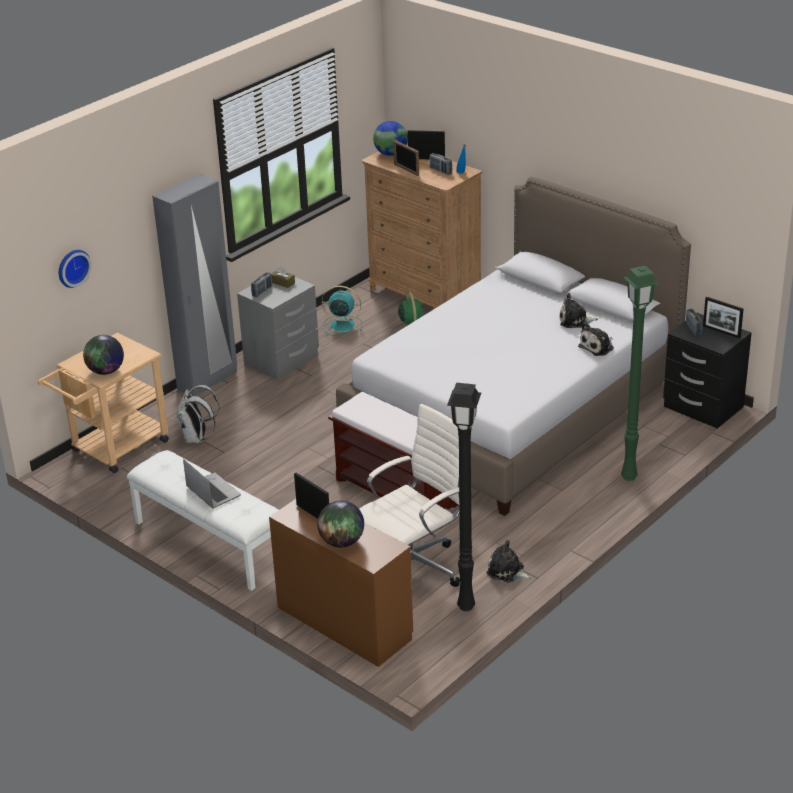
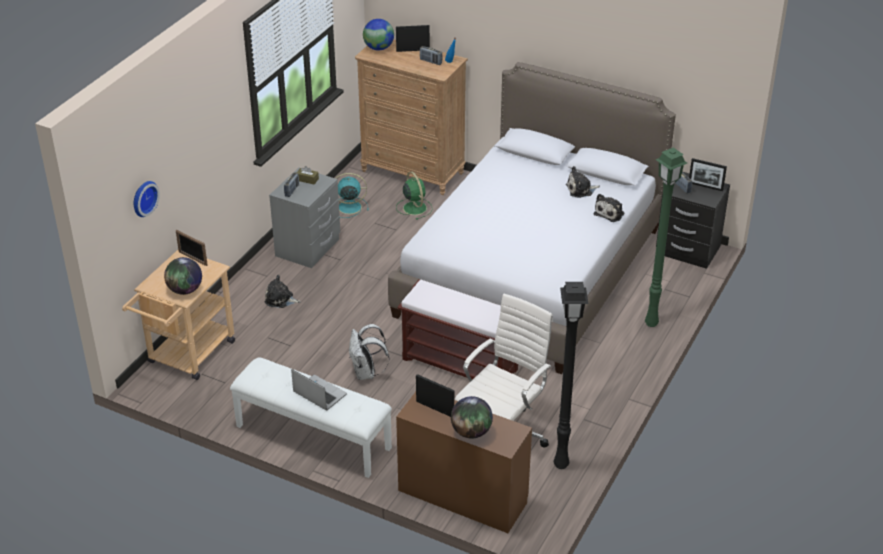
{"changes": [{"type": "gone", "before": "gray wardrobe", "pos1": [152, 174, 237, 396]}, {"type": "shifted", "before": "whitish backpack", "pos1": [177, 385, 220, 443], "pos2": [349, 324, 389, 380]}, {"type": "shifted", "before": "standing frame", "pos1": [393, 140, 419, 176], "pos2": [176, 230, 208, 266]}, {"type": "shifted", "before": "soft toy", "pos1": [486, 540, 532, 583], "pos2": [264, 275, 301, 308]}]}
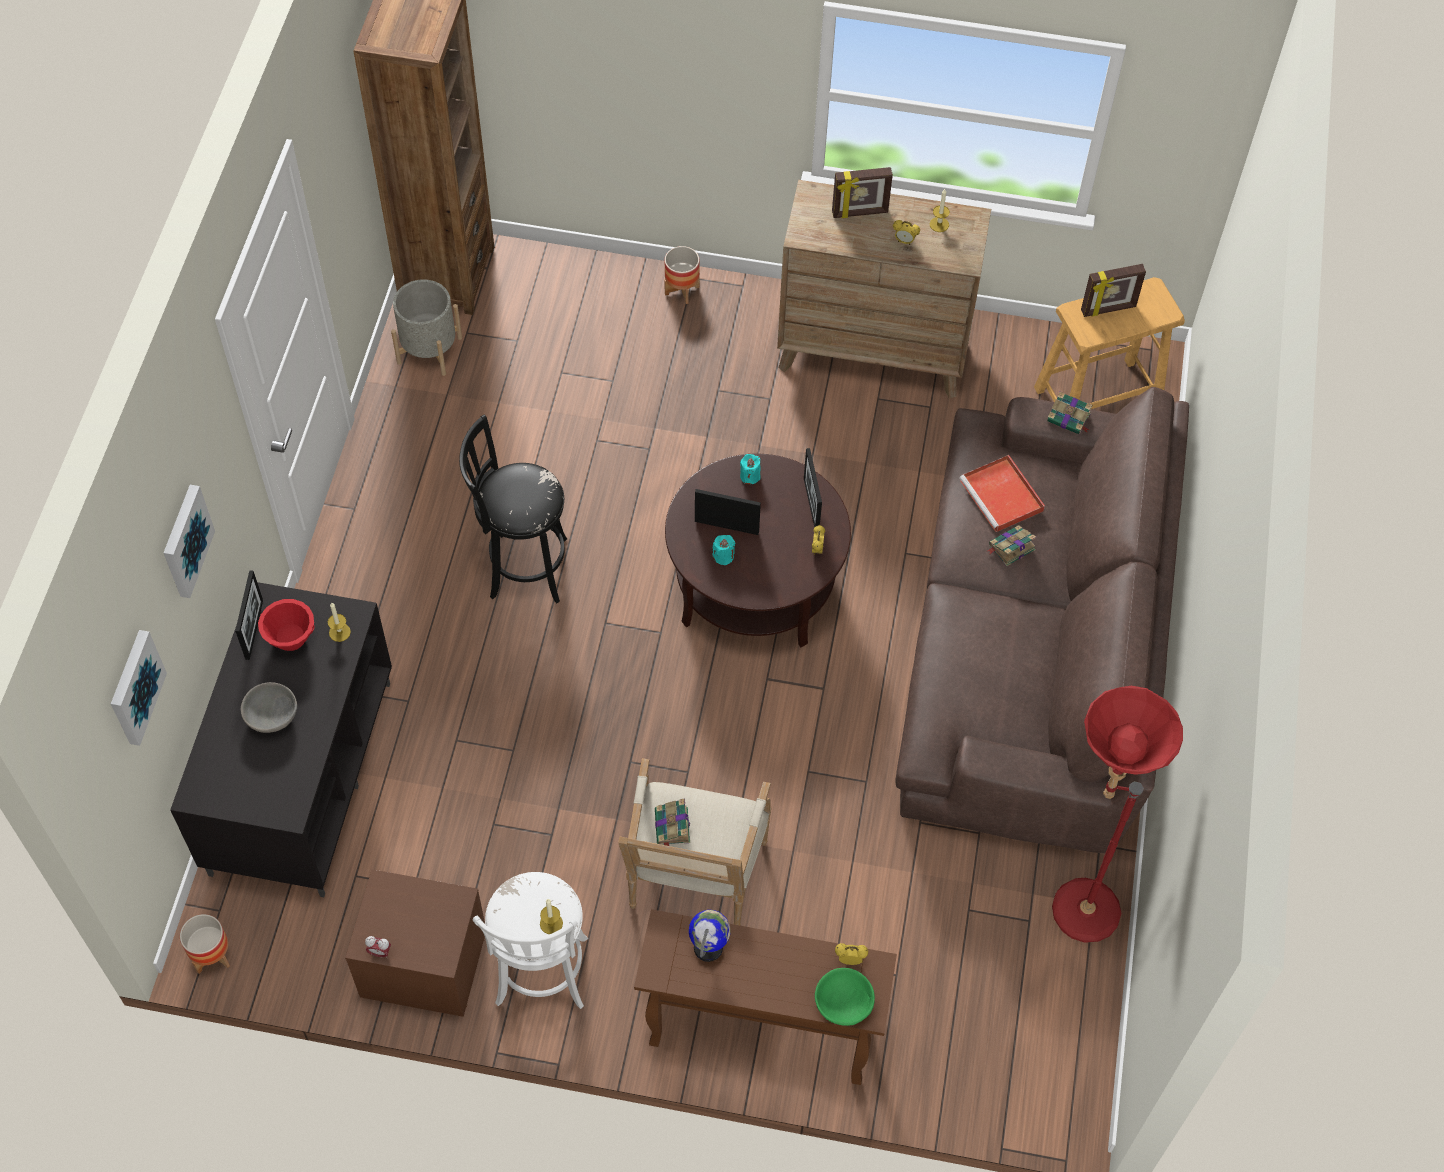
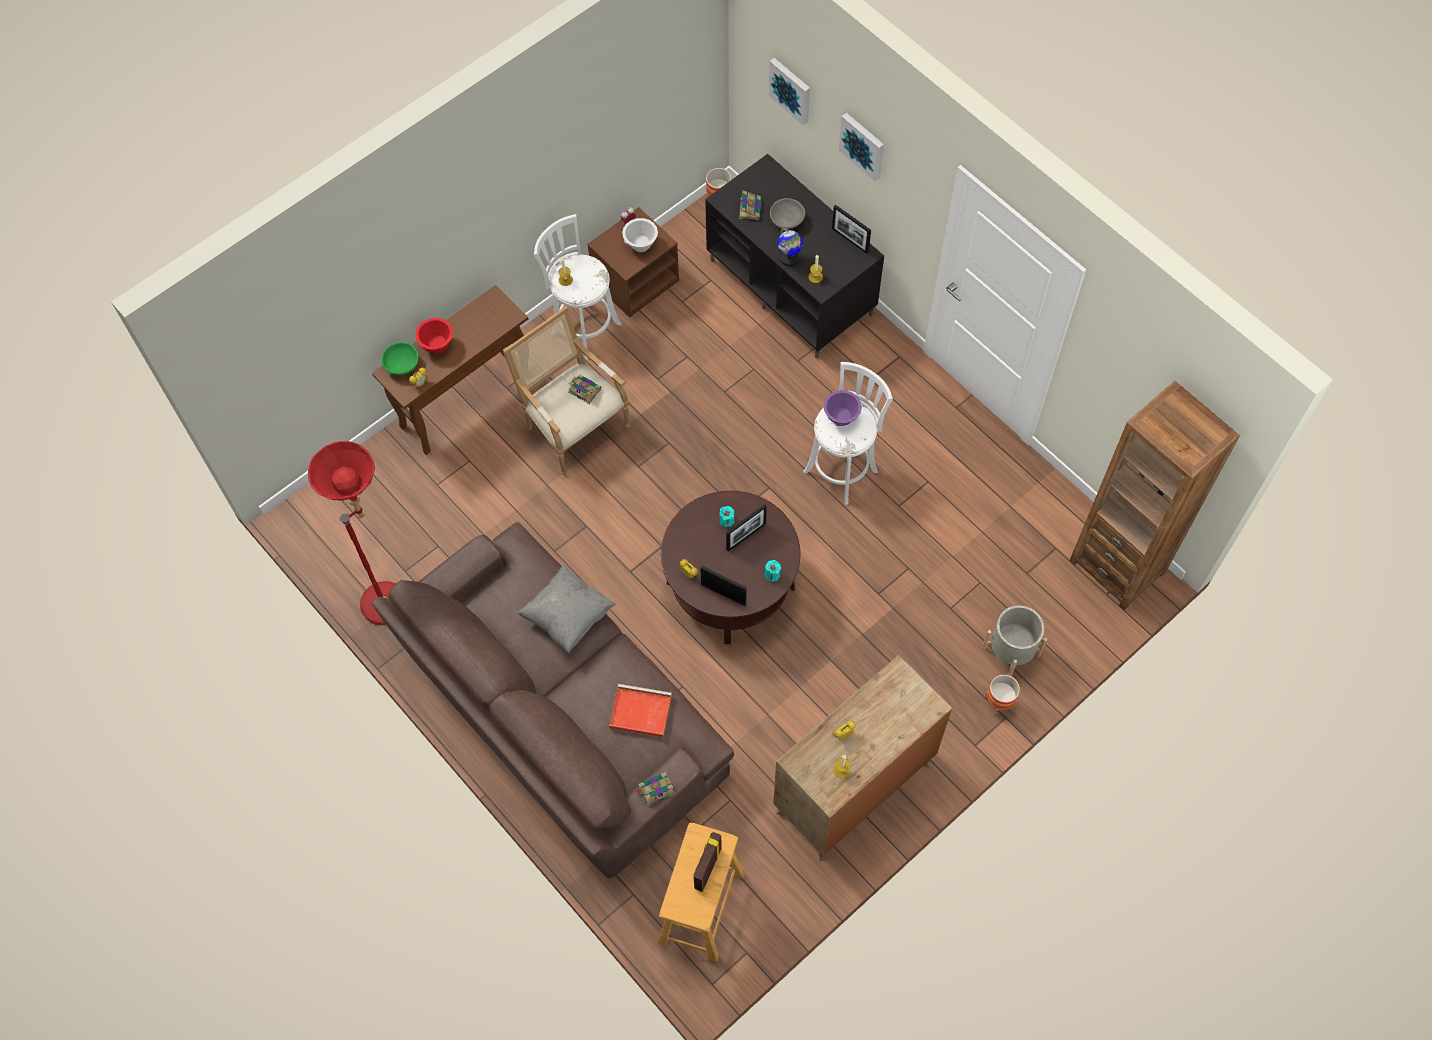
{"changes": [{"type": "shifted", "before": "reddish deep dish", "pos1": [258, 599, 315, 651], "pos2": [415, 318, 453, 353]}, {"type": "shifted", "before": "gray plant pot", "pos1": [391, 279, 462, 376], "pos2": [982, 605, 1047, 676]}, {"type": "repainted", "before": "black sitting stool", "after": "whitish sitting stool", "pos1": [459, 414, 567, 603], "pos2": [804, 362, 893, 505]}, {"type": "shifted", "before": "globe", "pos1": [689, 910, 730, 962], "pos2": [777, 228, 803, 266]}, {"type": "gone", "before": "standing frame", "pos1": [832, 167, 893, 218]}, {"type": "shifted", "before": "volume", "pos1": [988, 525, 1037, 566], "pos2": [739, 190, 762, 220]}, {"type": "new", "after": "gray pillow", "pos2": [518, 564, 616, 653]}, {"type": "new", "after": "whitish deep dish", "pos2": [622, 218, 658, 252]}, {"type": "new", "after": "purple-coloured deep dish", "pos2": [823, 390, 862, 426]}]}
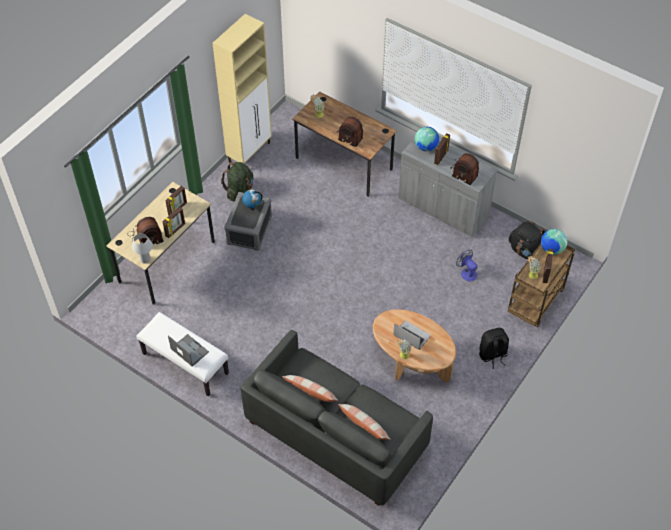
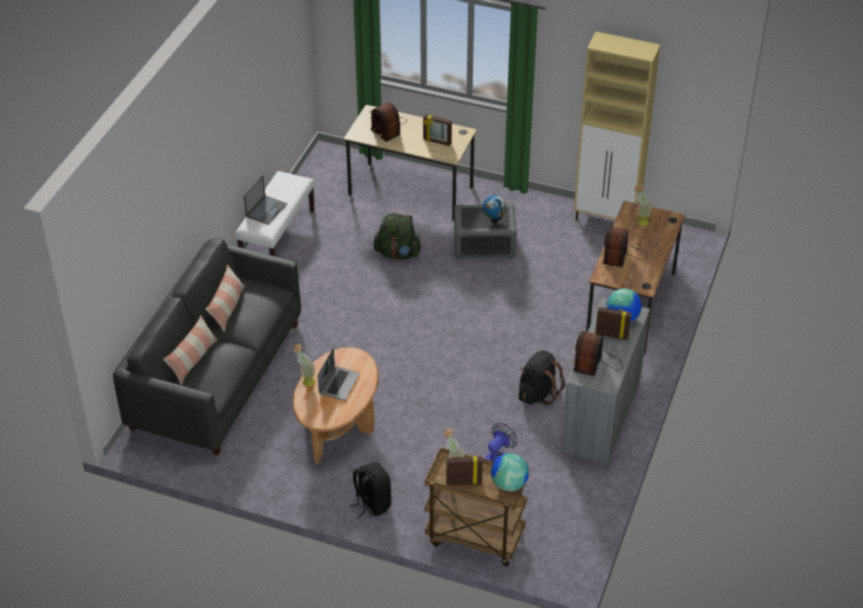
{"changes": [{"type": "gone", "before": "whitish table lamp", "pos1": [132, 233, 153, 264]}, {"type": "gone", "before": "standing frame", "pos1": [162, 207, 185, 238]}, {"type": "shifted", "before": "green backpack", "pos1": [221, 162, 253, 202], "pos2": [374, 213, 422, 260]}, {"type": "shifted", "before": "black backpack", "pos1": [509, 221, 545, 259], "pos2": [519, 350, 565, 405]}]}
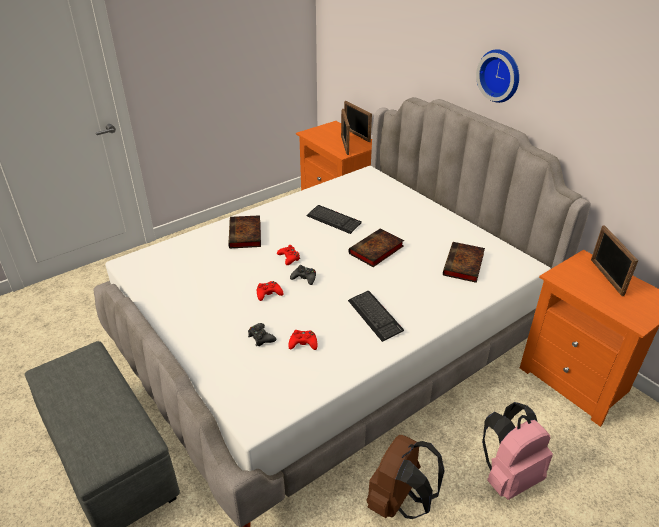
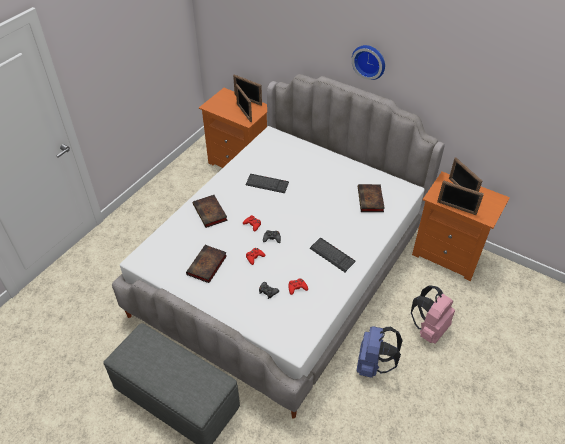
{"changes": [{"type": "shifted", "before": "volume", "pos1": [348, 228, 404, 267], "pos2": [186, 245, 227, 283]}, {"type": "repainted", "before": "brown-coloured backpack", "after": "blue-coloured backpack", "pos1": [366, 435, 445, 519], "pos2": [356, 326, 403, 378]}, {"type": "new", "after": "standing frame", "pos2": [437, 180, 484, 215]}]}
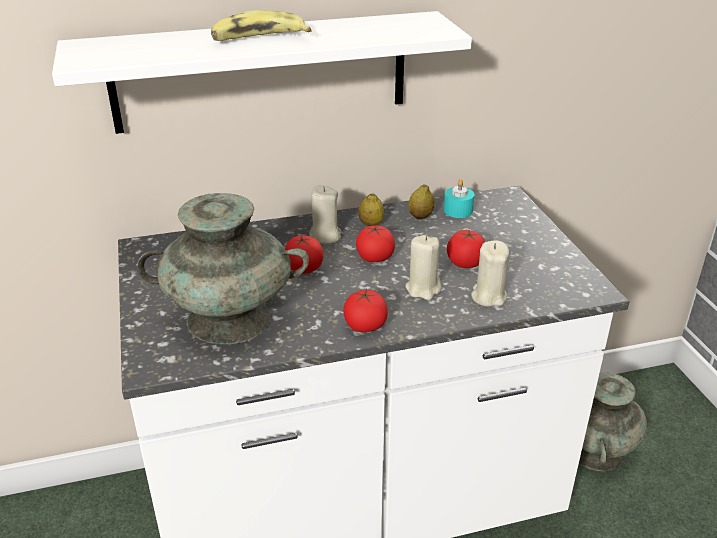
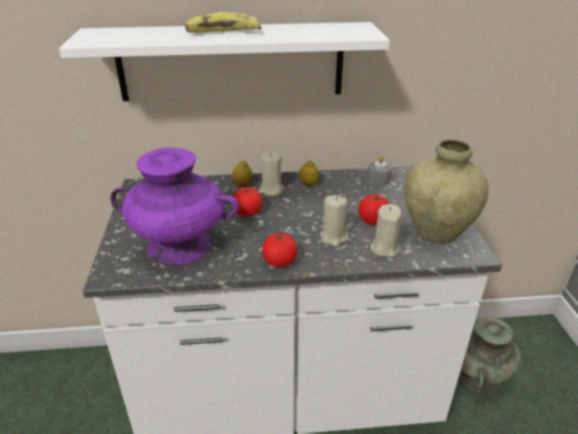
{"changes": [{"type": "repainted", "before": "turquoise-coloured decorative vase", "after": "purple-coloured decorative vase", "pos1": [137, 193, 309, 344], "pos2": [110, 148, 239, 265]}, {"type": "gone", "before": "tomato", "pos1": [356, 224, 395, 262]}, {"type": "shifted", "before": "whole lemon", "pos1": [408, 184, 435, 219], "pos2": [232, 161, 253, 188]}, {"type": "repainted", "before": "turquoise-coloured wax candle", "after": "gray wax candle", "pos1": [444, 179, 474, 218], "pos2": [367, 155, 392, 186]}, {"type": "new", "after": "beige decorative vase", "pos2": [404, 139, 489, 244]}]}
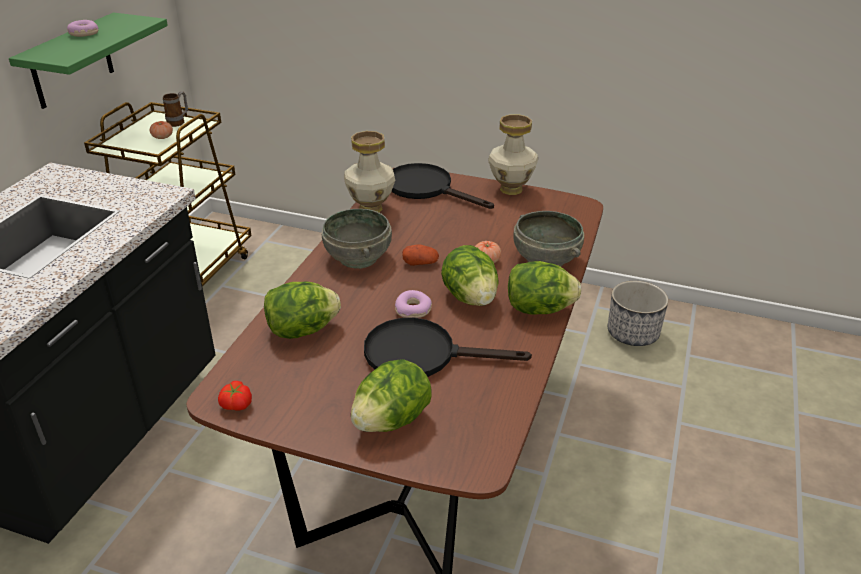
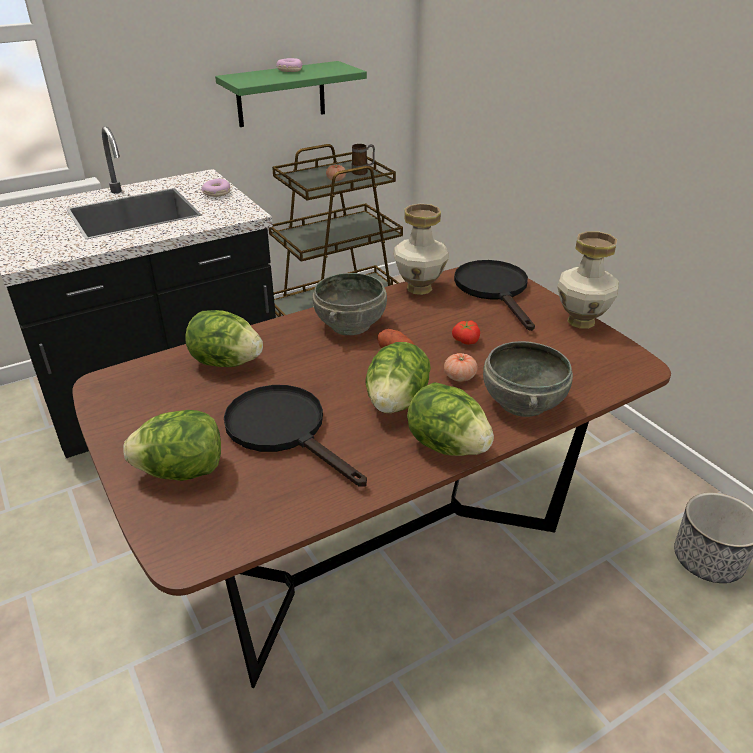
{"changes": [{"type": "shifted", "before": "tomato", "pos1": [218, 381, 252, 411], "pos2": [452, 320, 480, 345]}, {"type": "shifted", "before": "donut", "pos1": [395, 290, 432, 318], "pos2": [201, 179, 231, 197]}]}
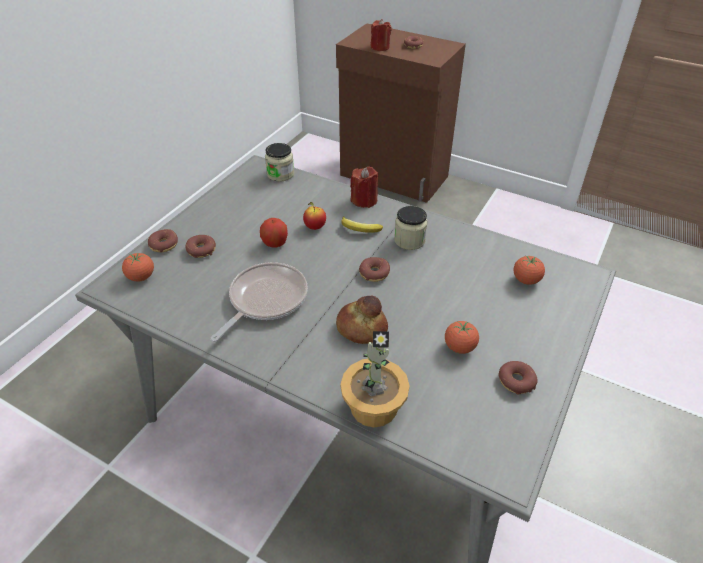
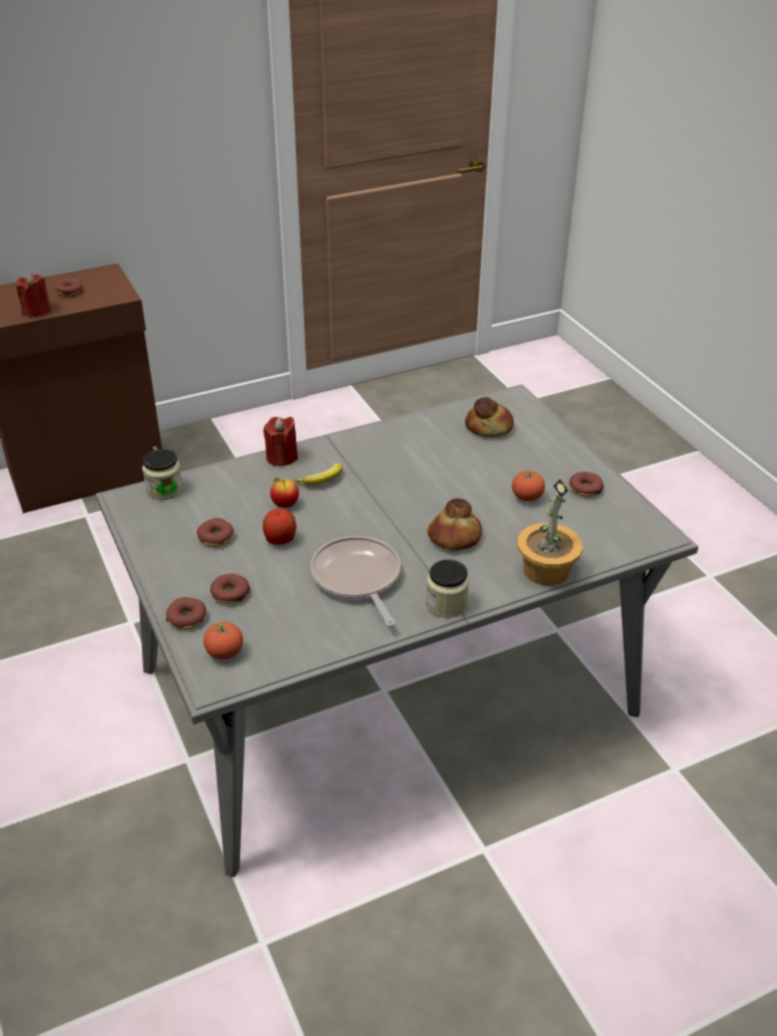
{"changes": [{"type": "shifted", "before": "donut", "pos1": [359, 257, 390, 282], "pos2": [197, 518, 234, 547]}, {"type": "shifted", "before": "jar", "pos1": [394, 206, 428, 250], "pos2": [426, 559, 469, 618]}, {"type": "swapped", "before": "tomato", "after": "bread", "pos1": [513, 256, 545, 285], "pos2": [465, 397, 514, 437]}]}
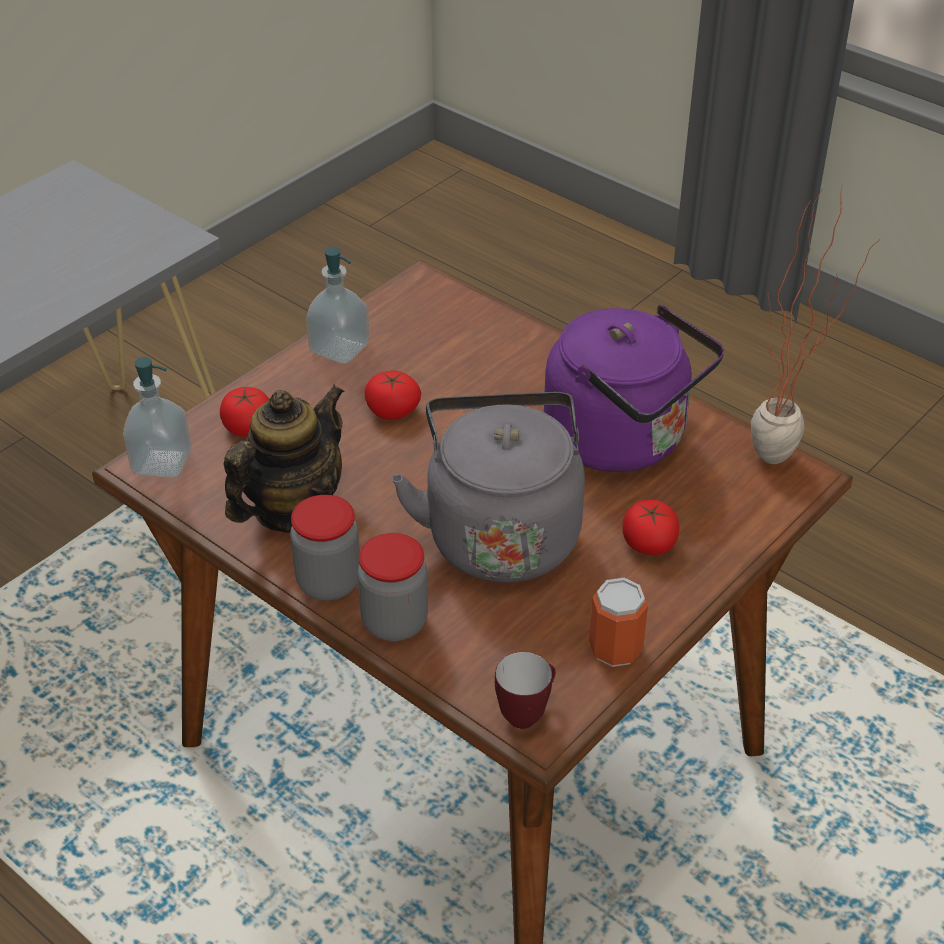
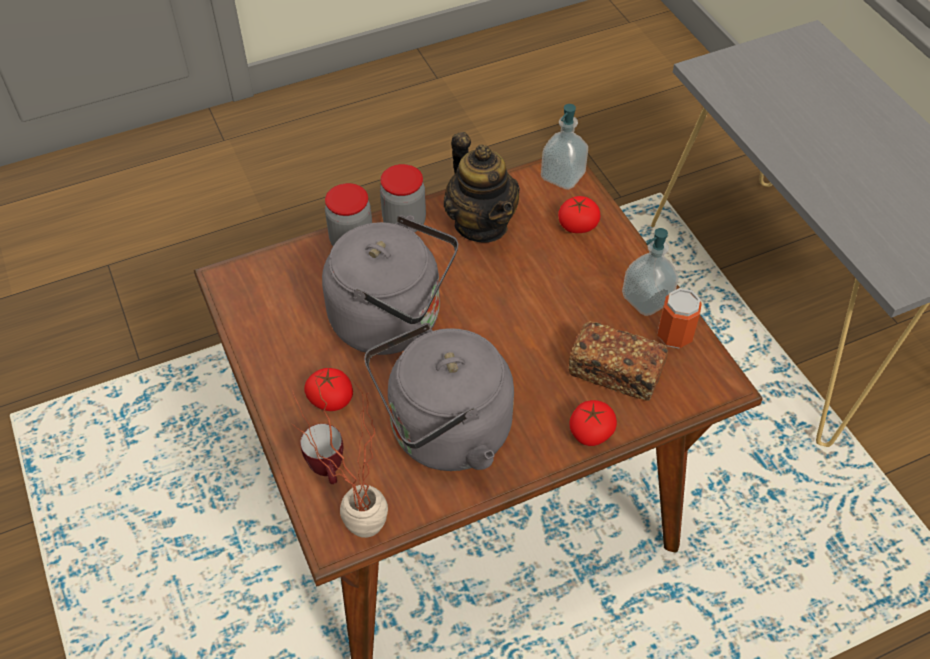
{"changes": [{"type": "shifted", "before": "tomato", "pos1": [365, 370, 421, 420], "pos2": [569, 400, 617, 446]}, {"type": "shifted", "before": "coffee mug", "pos1": [495, 652, 556, 729], "pos2": [300, 424, 343, 484]}, {"type": "repainted", "before": "purple-coloured kettle", "after": "gray kettle", "pos1": [544, 305, 724, 472], "pos2": [364, 323, 514, 471]}, {"type": "shifted", "before": "metal can", "pos1": [589, 578, 648, 667], "pos2": [657, 288, 702, 348]}, {"type": "new", "after": "bread", "pos2": [568, 321, 668, 401]}]}
